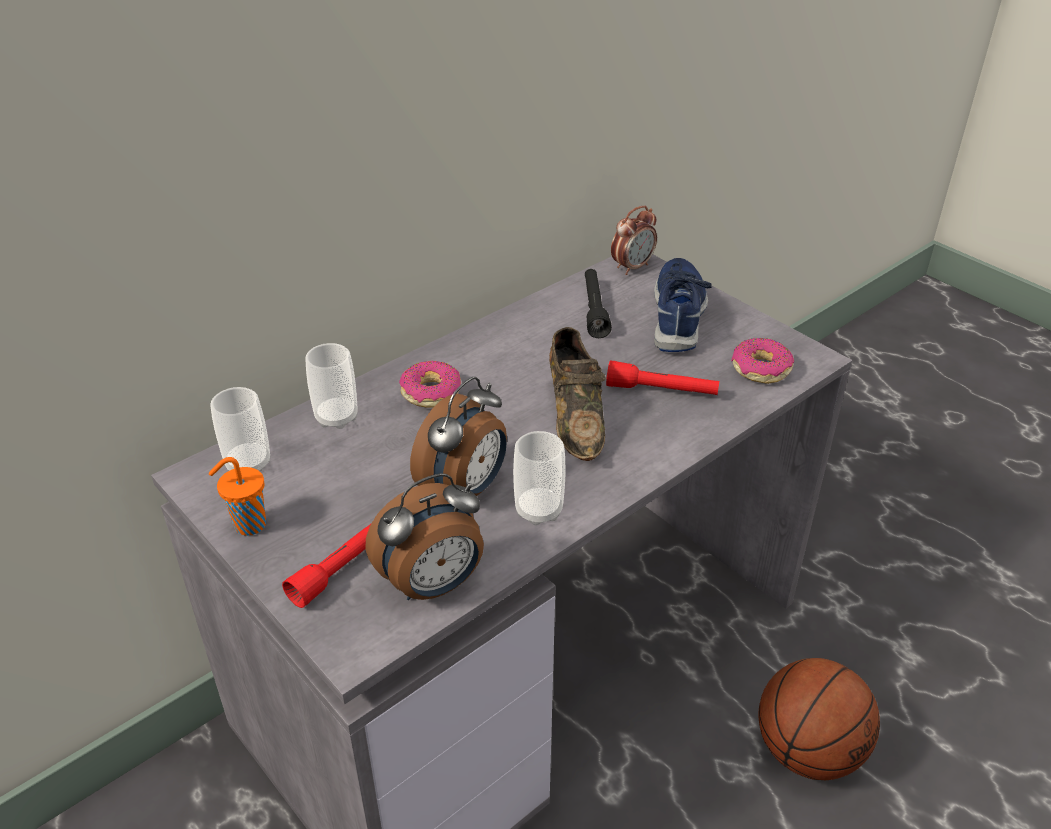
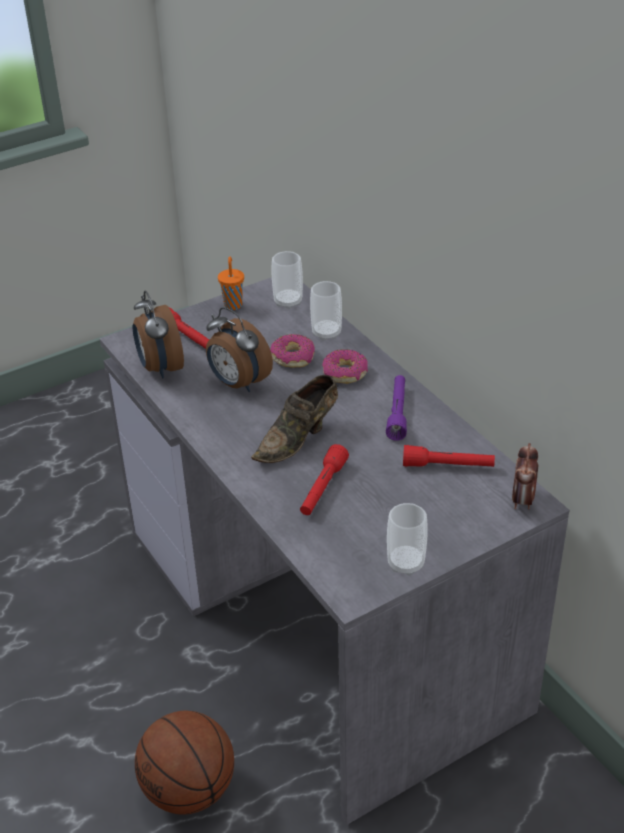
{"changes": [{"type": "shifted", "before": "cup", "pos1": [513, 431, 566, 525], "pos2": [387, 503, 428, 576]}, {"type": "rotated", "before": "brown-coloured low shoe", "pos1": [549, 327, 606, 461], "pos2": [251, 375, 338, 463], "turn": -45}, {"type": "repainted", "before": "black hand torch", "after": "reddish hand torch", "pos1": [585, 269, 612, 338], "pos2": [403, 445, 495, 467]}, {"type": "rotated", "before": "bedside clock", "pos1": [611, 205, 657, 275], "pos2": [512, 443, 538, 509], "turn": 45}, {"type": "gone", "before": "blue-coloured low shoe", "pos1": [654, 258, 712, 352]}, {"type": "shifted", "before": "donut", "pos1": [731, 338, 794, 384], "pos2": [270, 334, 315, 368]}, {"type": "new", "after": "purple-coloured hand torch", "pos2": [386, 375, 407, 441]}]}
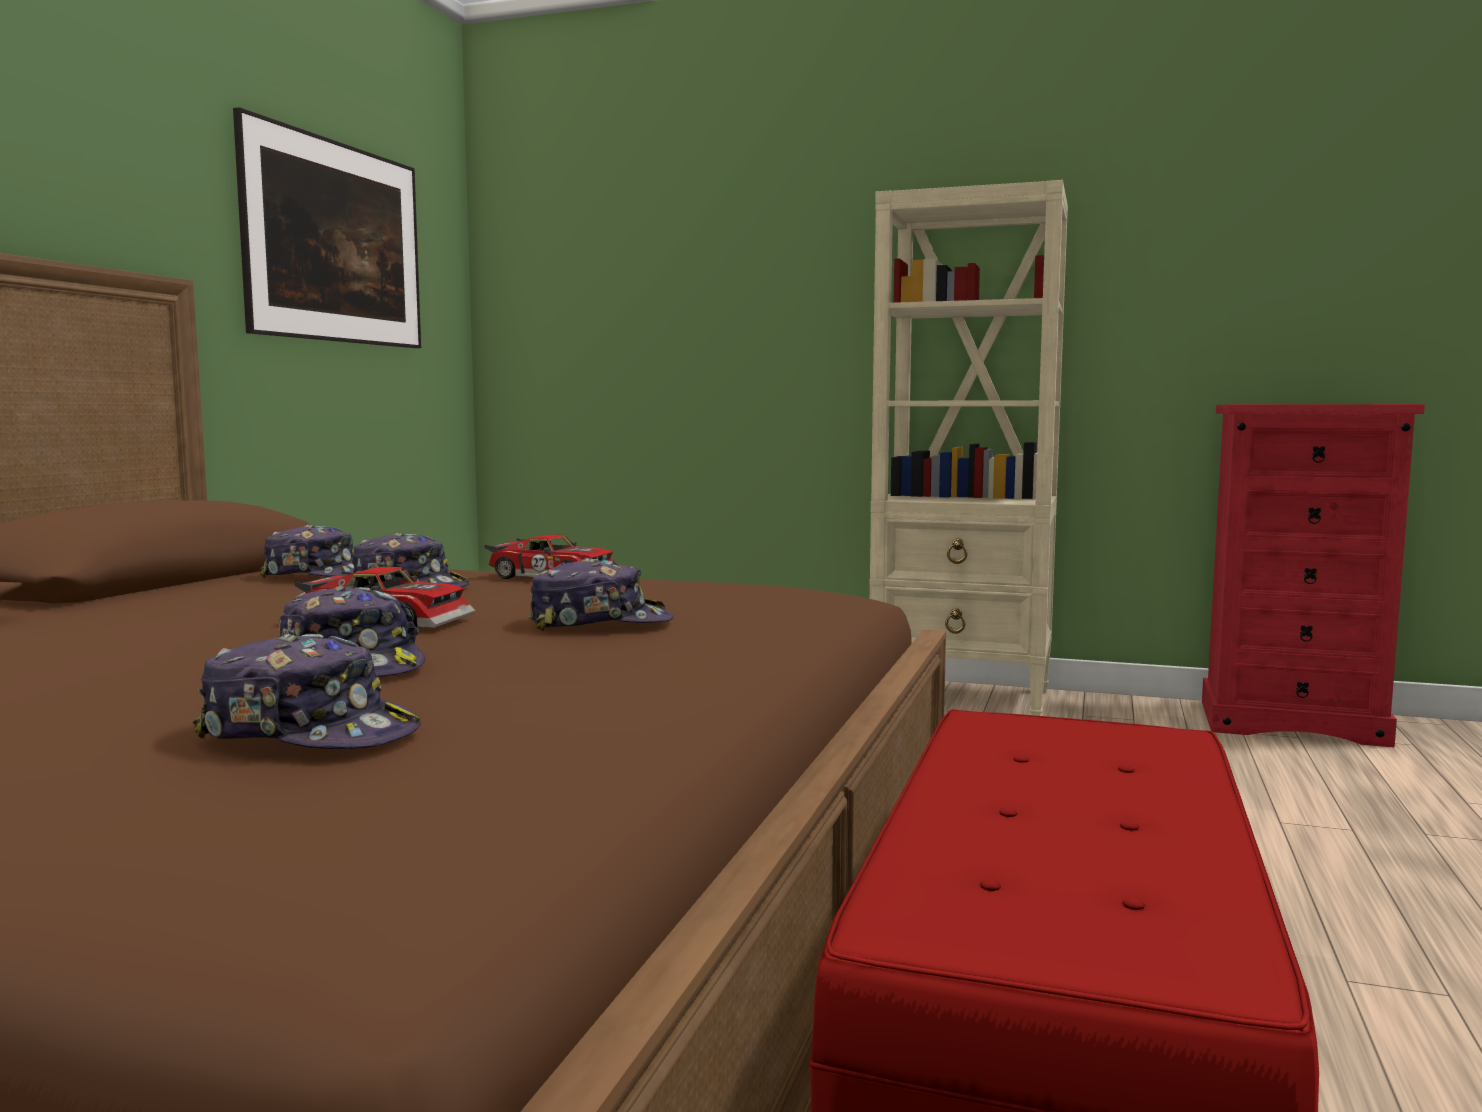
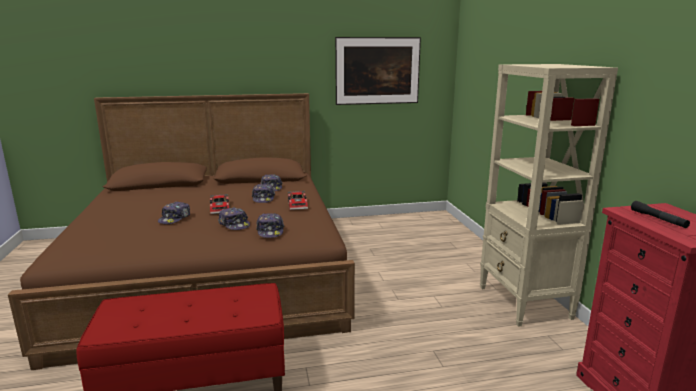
{"changes": [{"type": "shifted", "before": "peaked cap", "pos1": [192, 634, 421, 749], "pos2": [256, 213, 284, 238]}, {"type": "new", "after": "black hand torch", "pos2": [631, 201, 690, 228]}]}
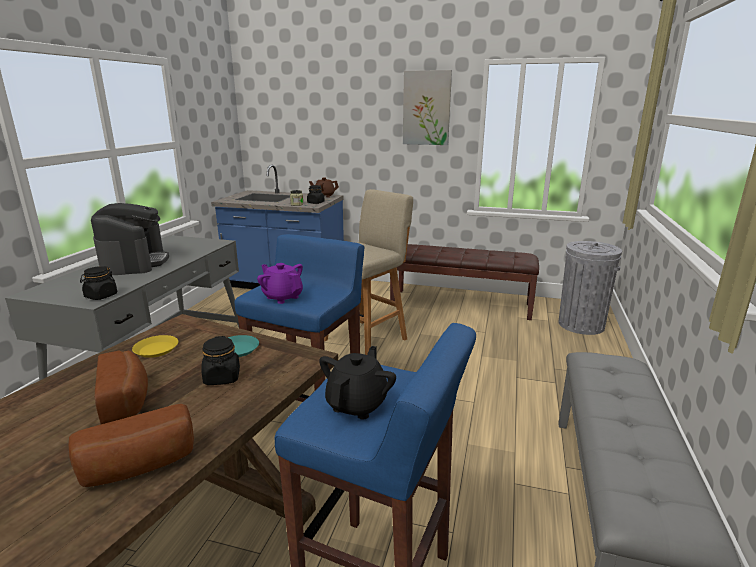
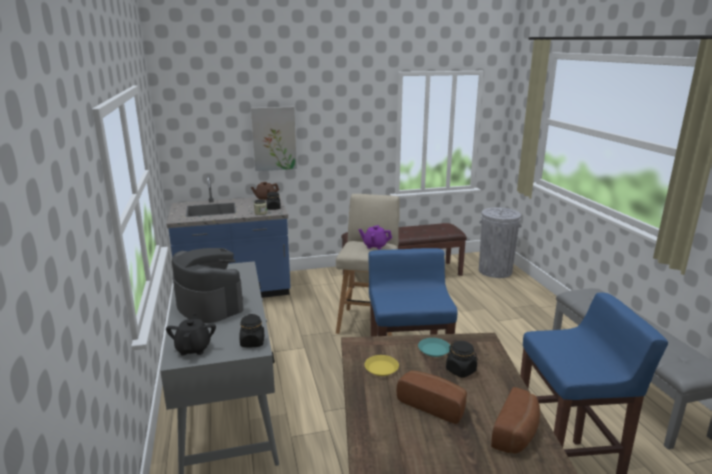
{"changes": [{"type": "shifted", "before": "purple-coloured teapot", "pos1": [257, 263, 303, 304], "pos2": [358, 225, 392, 249]}, {"type": "shifted", "before": "black teapot", "pos1": [319, 346, 396, 420], "pos2": [166, 313, 216, 356]}, {"type": "shifted", "before": "picture", "pos1": [403, 70, 452, 145], "pos2": [251, 107, 297, 171]}]}
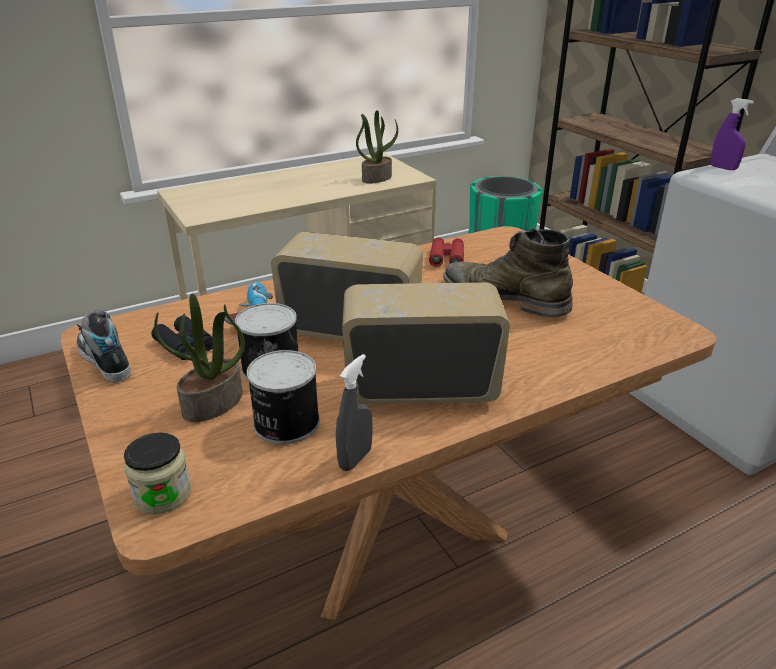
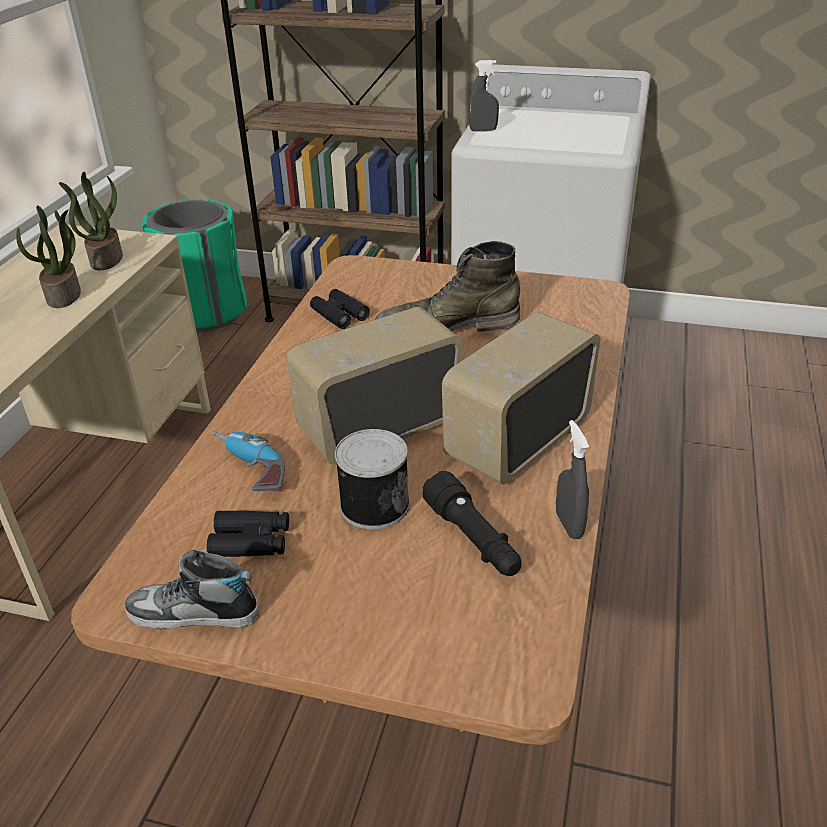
{"changes": [{"type": "gone", "before": "jar", "pos1": [124, 433, 191, 514]}, {"type": "shifted", "before": "potted plant", "pos1": [154, 293, 245, 422], "pos2": [16, 205, 81, 308]}, {"type": "swapped", "before": "metal can", "after": "black hand torch", "pos1": [247, 350, 320, 444], "pos2": [422, 471, 522, 576]}, {"type": "repainted", "before": "reddish binoculars", "after": "black binoculars", "pos1": [429, 237, 464, 267], "pos2": [310, 289, 370, 329]}, {"type": "repainted", "before": "purple-coloured spray bottle", "after": "gray spray bottle", "pos1": [711, 98, 754, 170], "pos2": [469, 60, 499, 131]}]}
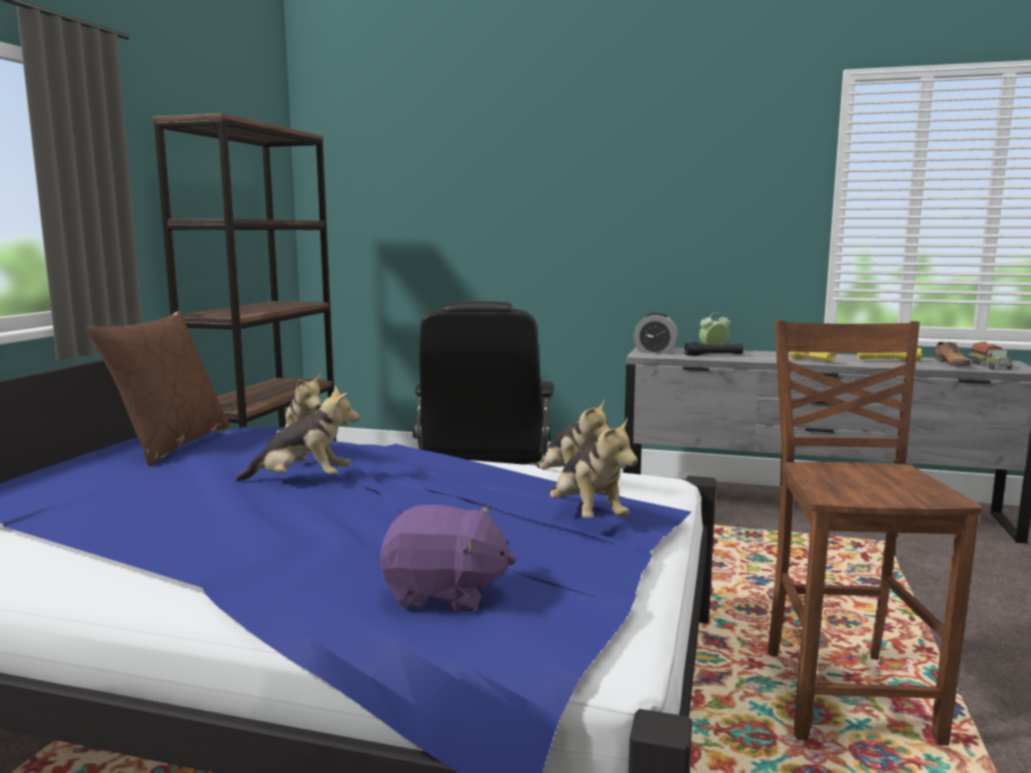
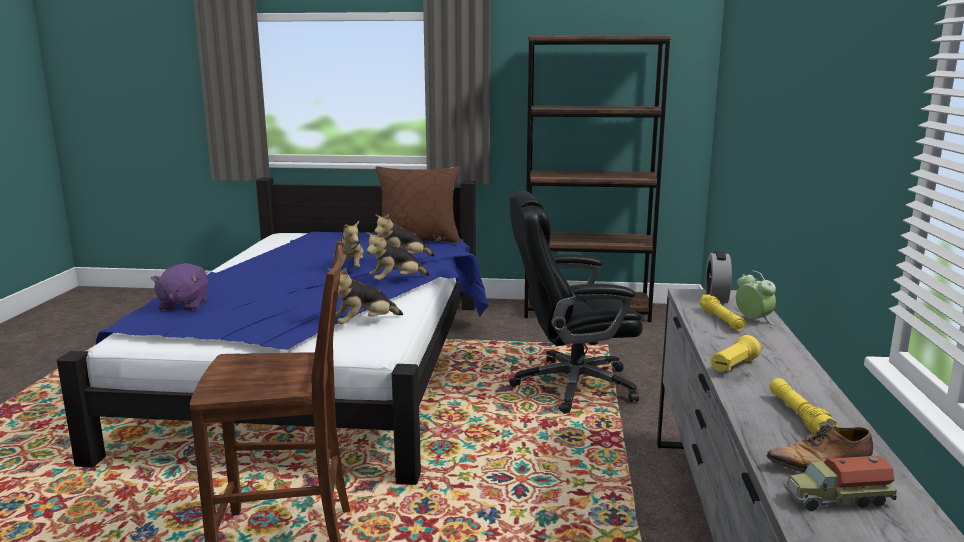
{"changes": [{"type": "shifted", "before": "soft toy", "pos1": [549, 418, 638, 519], "pos2": [366, 232, 430, 280]}, {"type": "repainted", "before": "black hand torch", "after": "yellowish hand torch", "pos1": [684, 342, 743, 356], "pos2": [699, 295, 746, 331]}]}
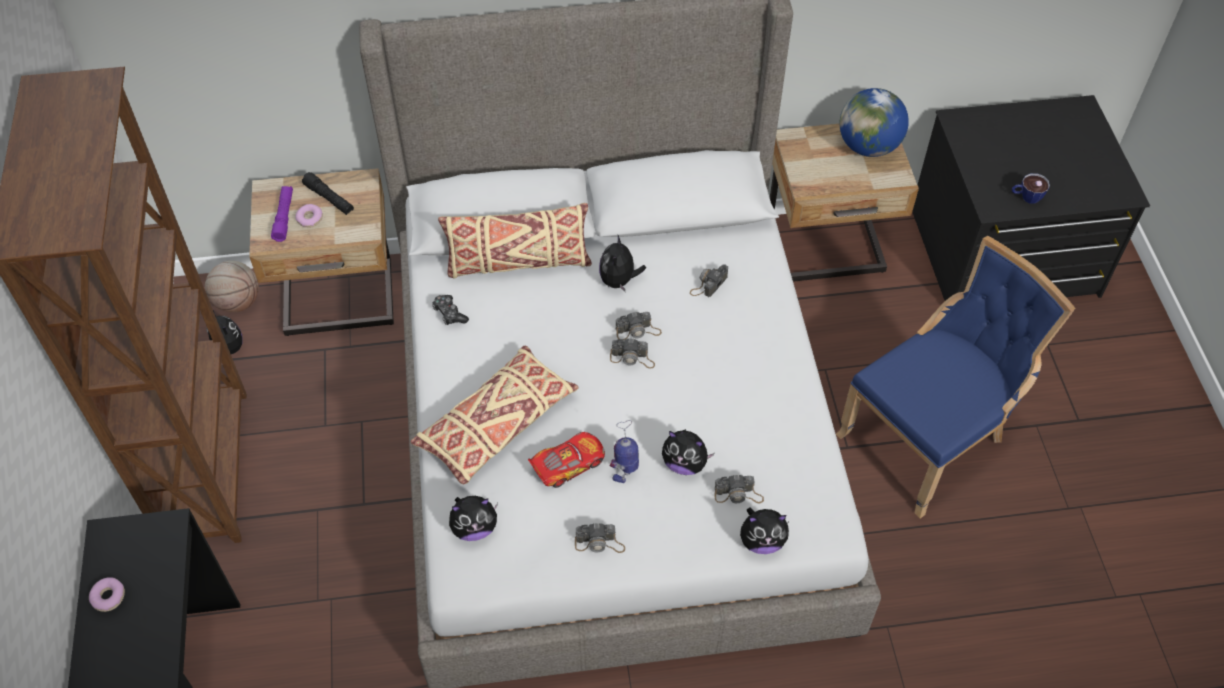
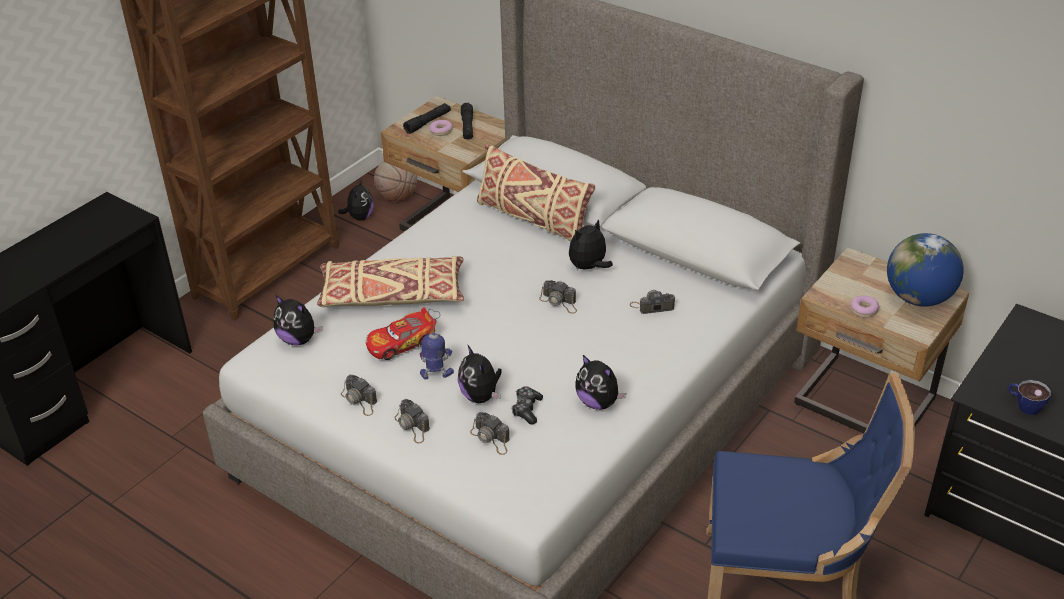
{"changes": [{"type": "shifted", "before": "donut", "pos1": [89, 577, 125, 612], "pos2": [850, 296, 879, 318]}, {"type": "repainted", "before": "purple-coloured hand torch", "after": "black hand torch", "pos1": [271, 186, 293, 242], "pos2": [403, 103, 451, 134]}, {"type": "shifted", "before": "joypad", "pos1": [432, 295, 469, 325], "pos2": [511, 386, 543, 424]}, {"type": "rotated", "before": "toy car", "pos1": [528, 432, 605, 488], "pos2": [366, 307, 436, 360], "turn": 135}, {"type": "shifted", "before": "photo camera", "pos1": [610, 338, 655, 369], "pos2": [394, 399, 430, 443]}, {"type": "shifted", "before": "soft toy", "pos1": [740, 507, 790, 554], "pos2": [575, 355, 626, 410]}]}
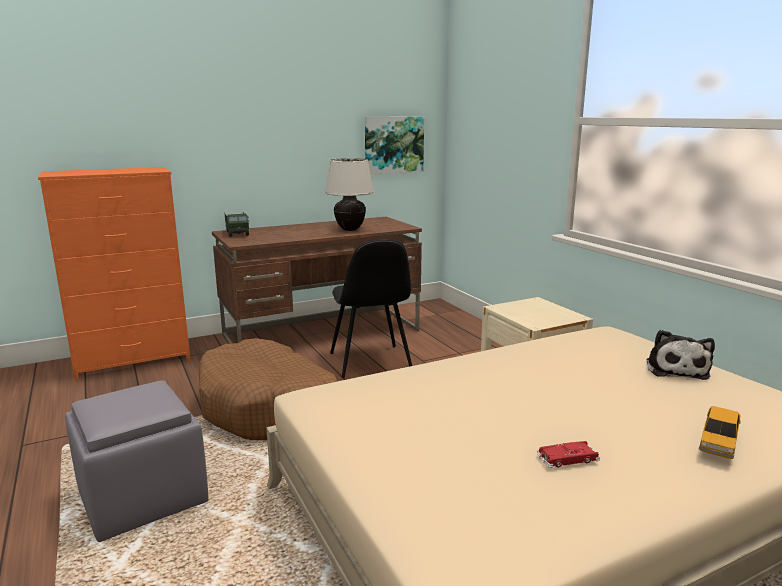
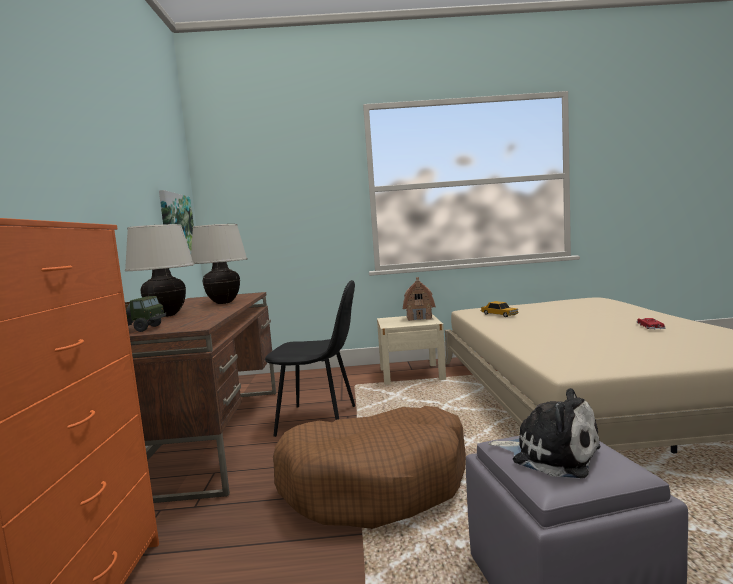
{"changes": [{"type": "shifted", "before": "soft toy", "pos1": [647, 330, 715, 380], "pos2": [488, 388, 600, 478]}, {"type": "shifted", "before": "toy car", "pos1": [699, 406, 741, 459], "pos2": [480, 301, 519, 317]}, {"type": "new", "after": "beige table lamp", "pos2": [125, 224, 194, 317]}, {"type": "new", "after": "model house", "pos2": [403, 277, 436, 321]}]}
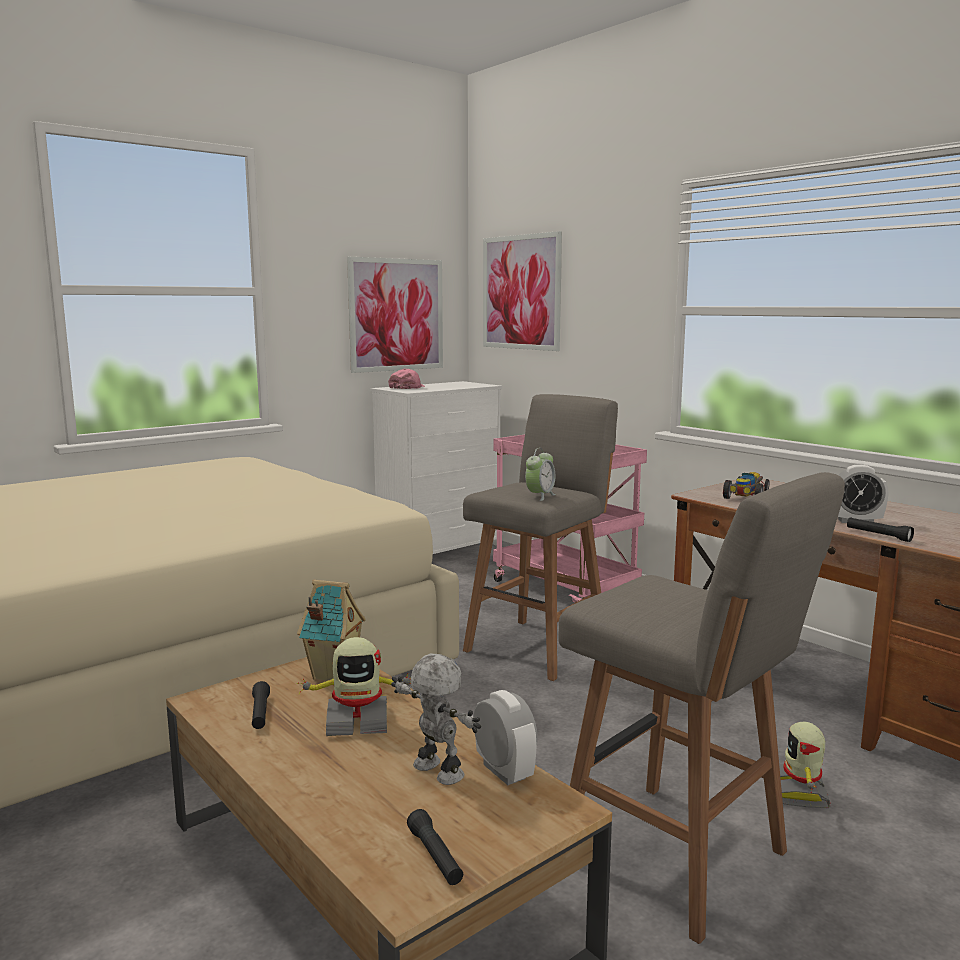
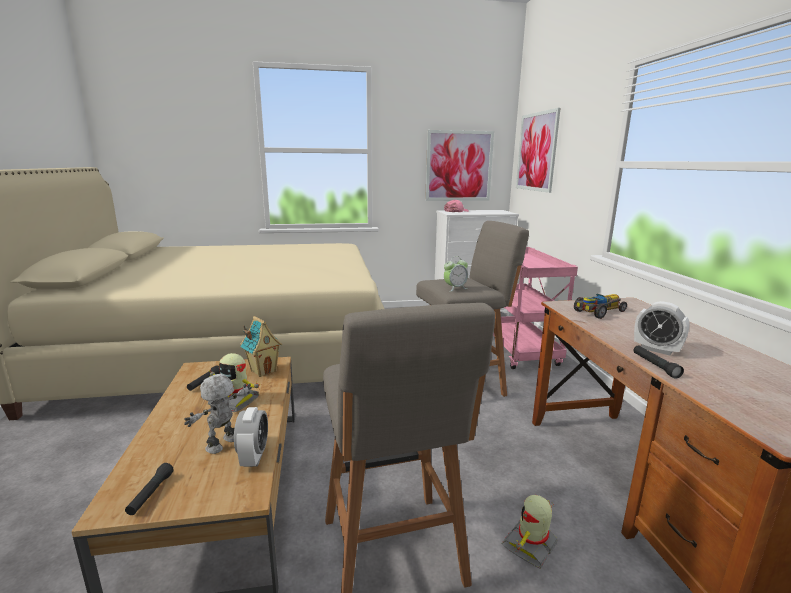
{"changes": [{"type": "rotated", "before": "robot figure", "pos1": [391, 654, 481, 785], "pos2": [184, 374, 252, 454], "turn": -135}]}
